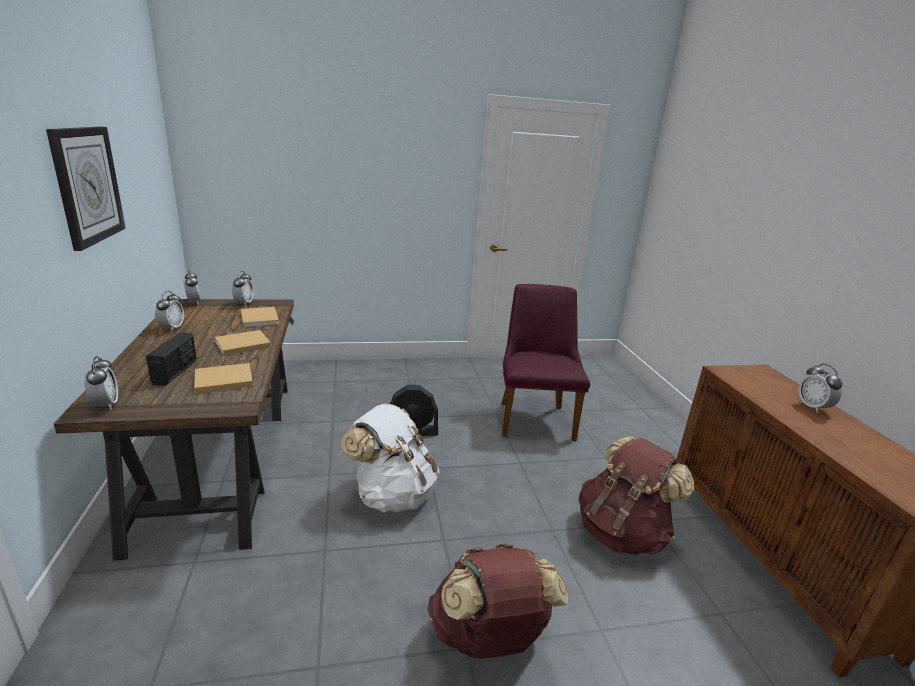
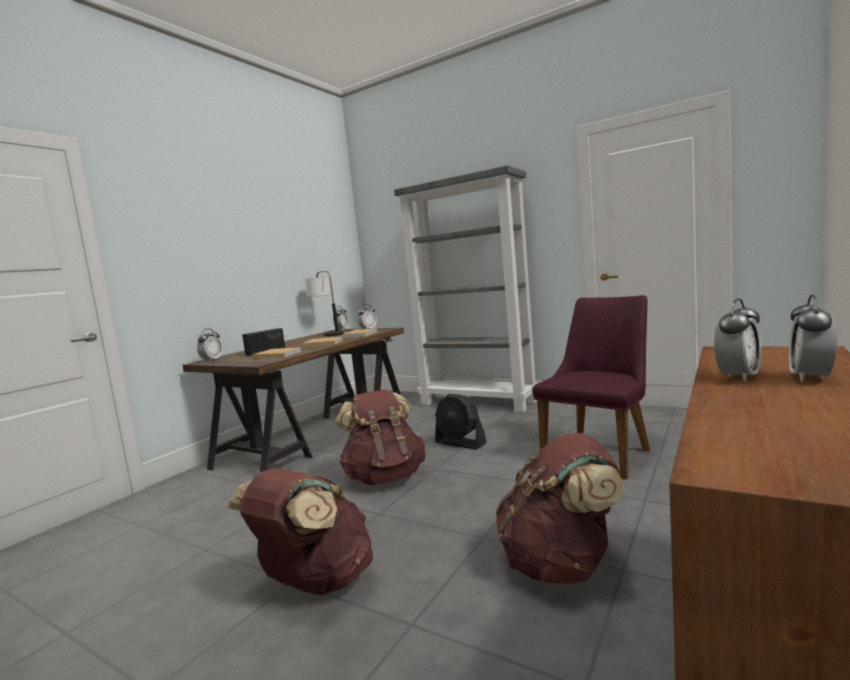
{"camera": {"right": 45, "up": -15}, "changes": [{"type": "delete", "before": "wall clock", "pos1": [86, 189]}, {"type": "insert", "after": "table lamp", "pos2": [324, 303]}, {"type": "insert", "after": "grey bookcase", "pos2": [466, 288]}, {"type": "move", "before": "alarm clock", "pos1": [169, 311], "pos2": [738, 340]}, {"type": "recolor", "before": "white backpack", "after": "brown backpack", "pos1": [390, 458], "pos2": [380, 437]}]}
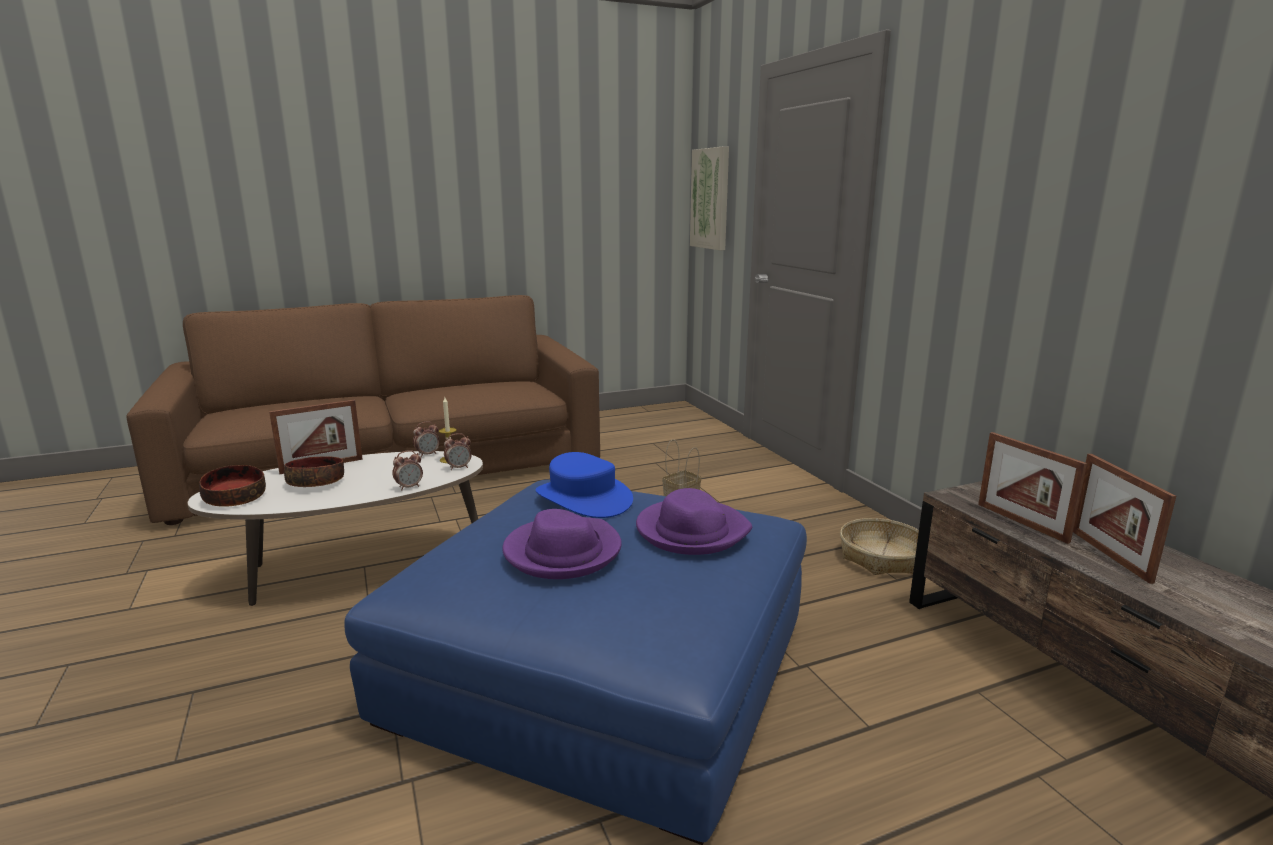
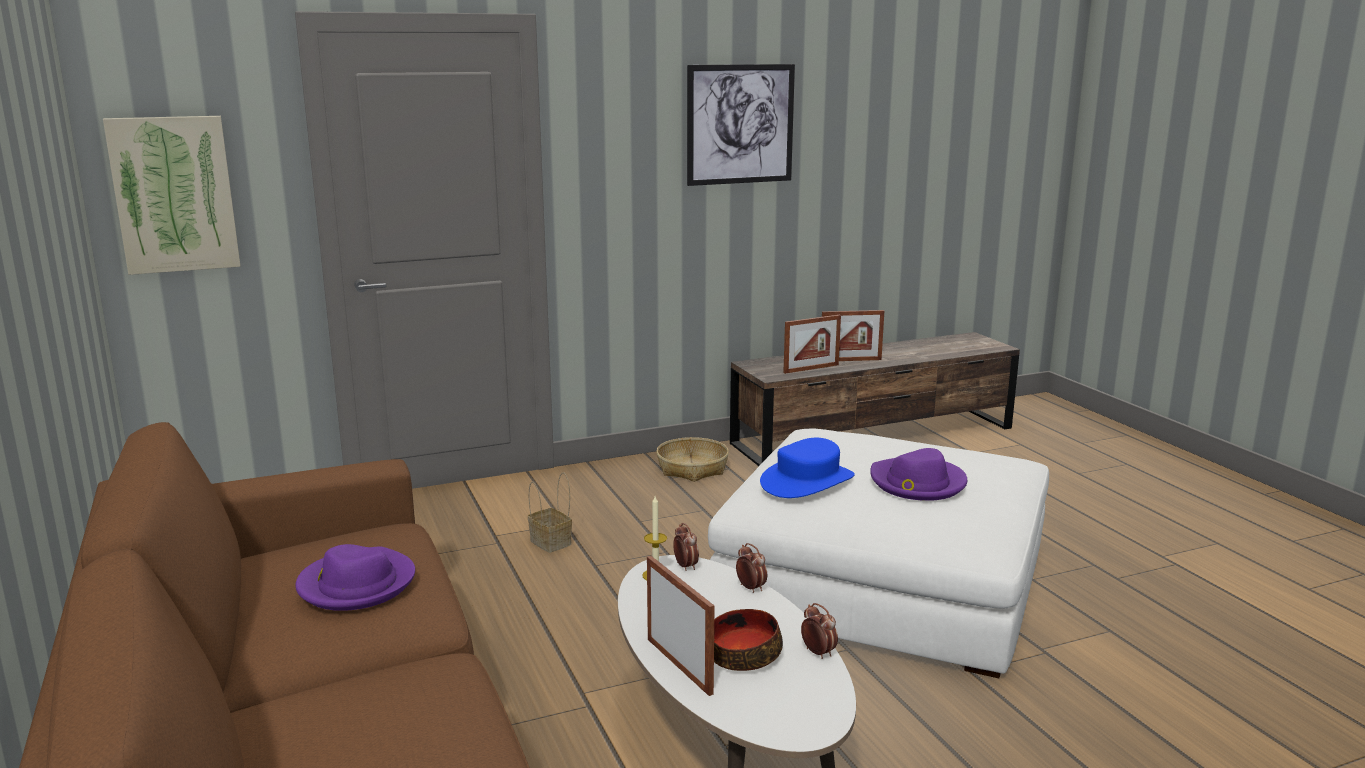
{"camera": {"right": -90, "up": 0}, "changes": [{"type": "delete", "before": "bowl", "pos1": [232, 486]}, {"type": "insert", "after": "picture", "pos2": [741, 125]}, {"type": "move", "before": "alarm clock", "pos1": [426, 439], "pos2": [819, 631]}, {"type": "move", "before": "purple hat", "pos1": [694, 521], "pos2": [355, 577]}, {"type": "recolor", "before": "blue ottoman", "after": "white ottoman", "pos1": [575, 662], "pos2": [878, 553]}]}
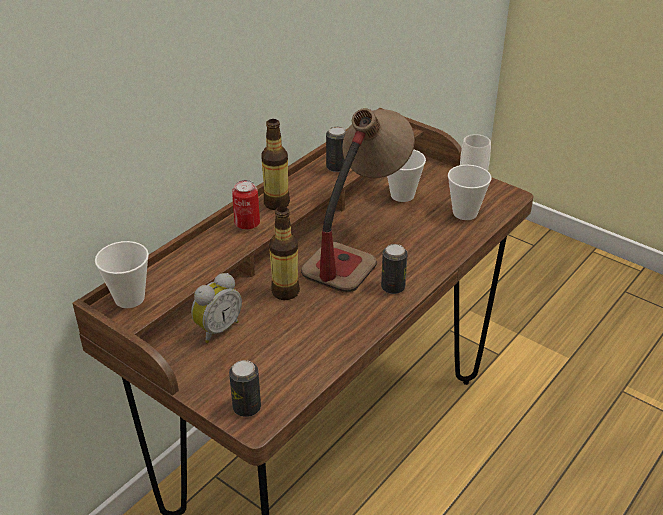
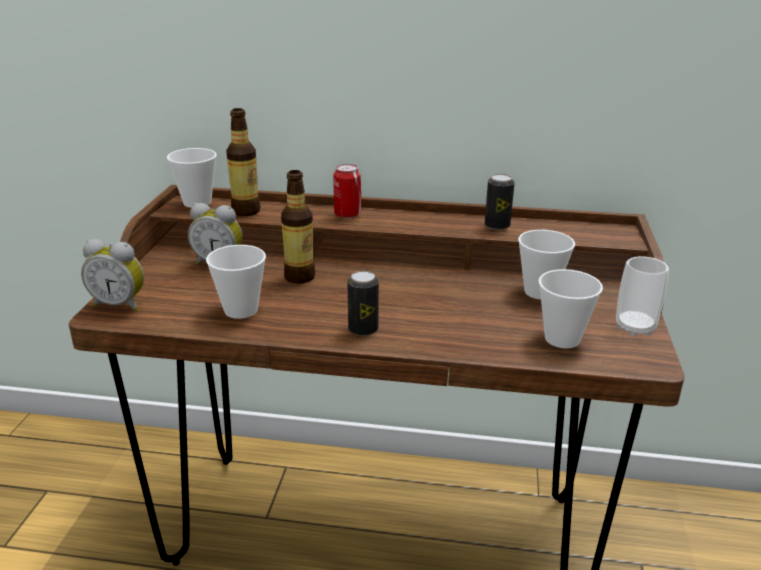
{"camera": {"right": 60, "up": -10}, "changes": [{"type": "delete", "before": "table lamp", "pos1": [358, 200]}, {"type": "insert", "after": "cup", "pos2": [236, 282]}, {"type": "move", "before": "bottle", "pos1": [275, 164], "pos2": [243, 162]}, {"type": "replace", "before": "can", "after": "alarm clock", "pos1": [245, 388], "pos2": [112, 275]}]}
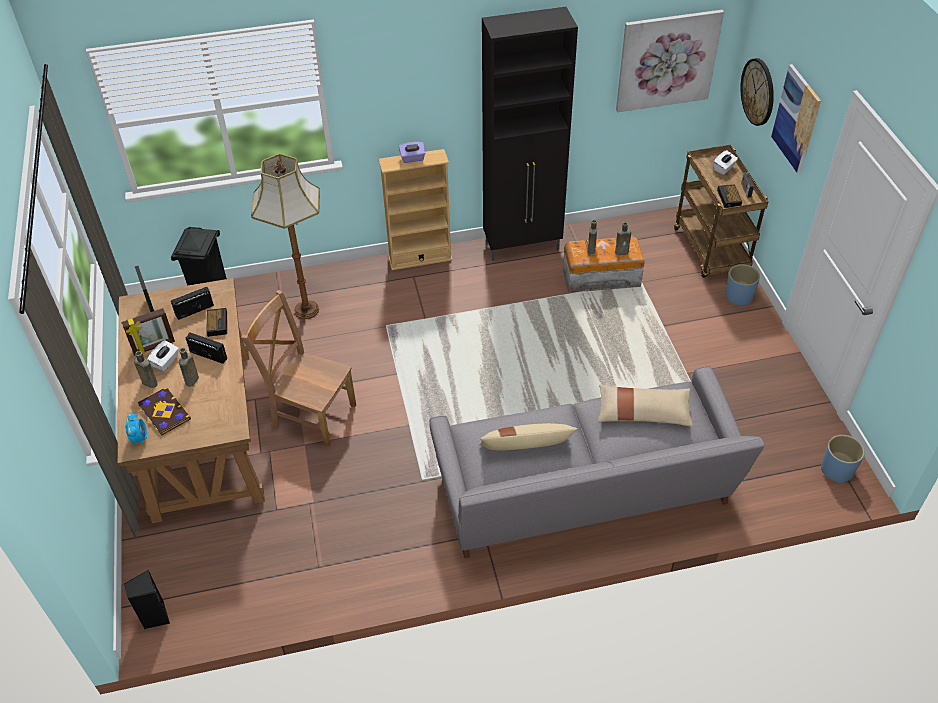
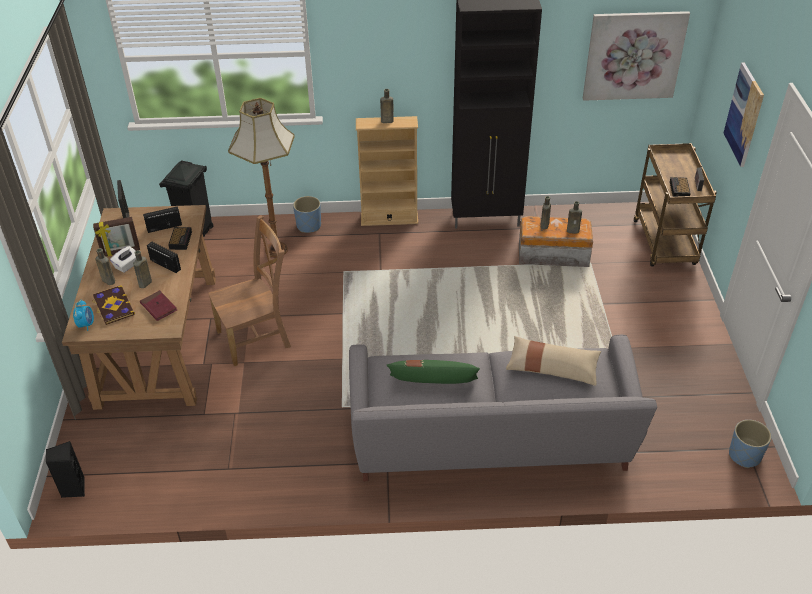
{"camera": {"right": 10, "up": -5}, "changes": [{"type": "delete", "before": "white tissue box", "pos1": [725, 162]}, {"type": "delete", "before": "wall clock", "pos1": [757, 92]}, {"type": "insert", "after": "red book", "pos2": [158, 305]}, {"type": "move", "before": "blue planter", "pos1": [742, 285], "pos2": [307, 214]}, {"type": "replace", "before": "purple tissue box", "after": "brown bottle", "pos1": [412, 152], "pos2": [387, 106]}, {"type": "recolor", "before": "beige pillow", "after": "green pillow", "pos1": [528, 436], "pos2": [433, 372]}, {"type": "rotate", "before": "brown chair", "pos1": [298, 369], "pos2": [249, 290], "turn": 120}]}
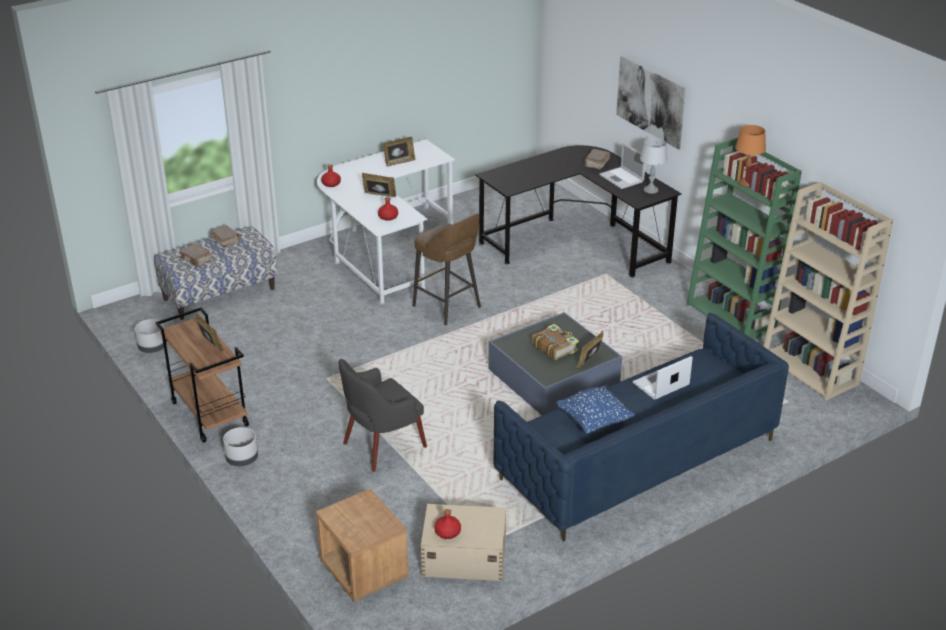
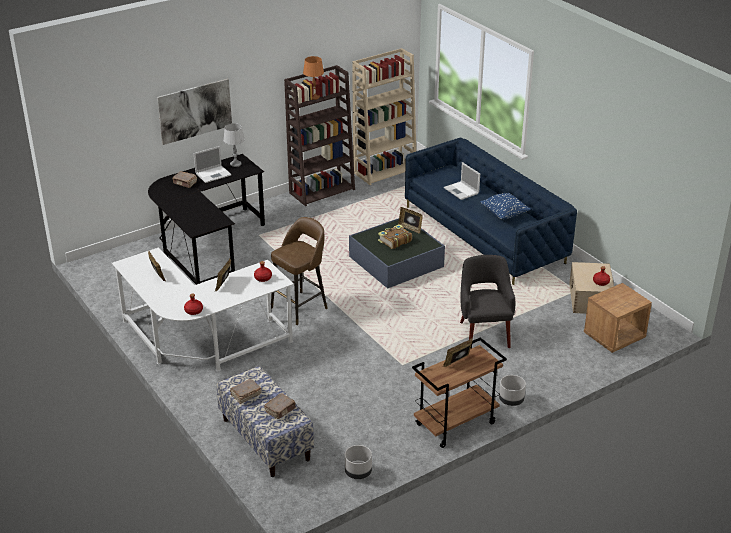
{"camera": {"right": -90, "up": 0}, "changes": [{"type": "recolor", "before": "green bookcase", "after": "brown bookcase", "pos1": [744, 238], "pos2": [319, 135]}, {"type": "rotate", "before": "grey armchair", "pos1": [383, 415], "pos2": [487, 301], "turn": -150}]}
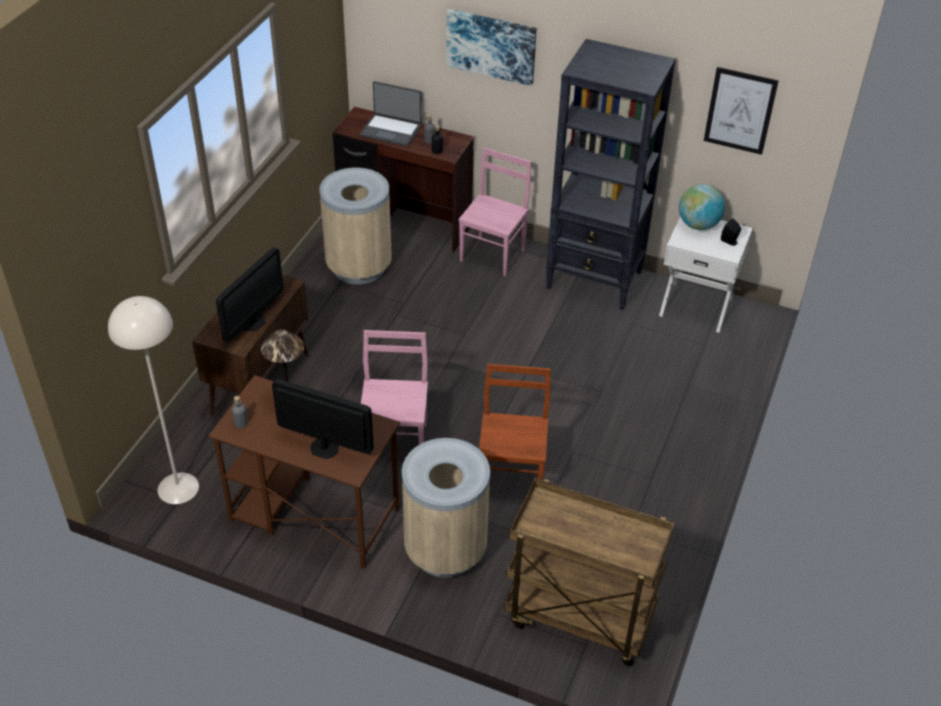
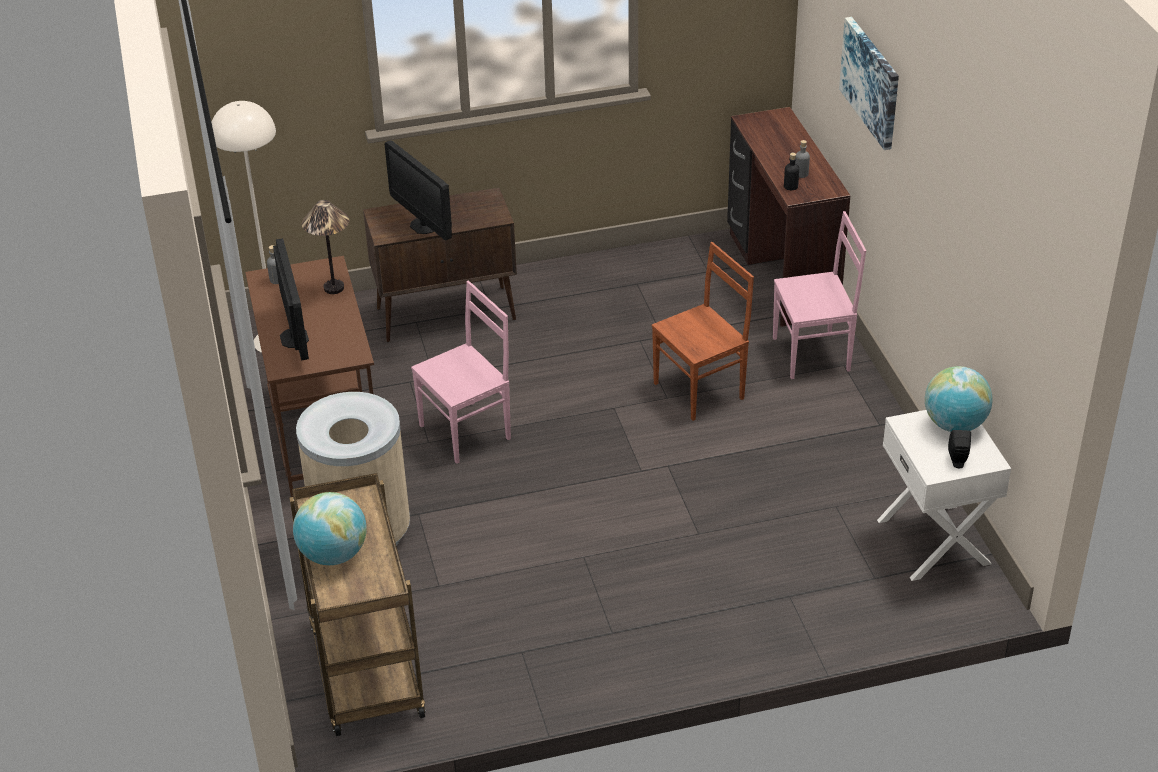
{"camera": {"right": 55, "up": -5}, "changes": [{"type": "delete", "before": "beige trash can", "pos1": [355, 226]}, {"type": "delete", "before": "laptop", "pos1": [391, 114]}, {"type": "delete", "before": "black bookcase", "pos1": [611, 174]}, {"type": "delete", "before": "picture", "pos1": [741, 111]}, {"type": "insert", "after": "globe", "pos2": [330, 528]}, {"type": "move", "before": "brown chair", "pos1": [515, 422], "pos2": [703, 331]}, {"type": "rotate", "before": "monitor", "pos1": [250, 294], "pos2": [418, 190], "turn": 60}]}
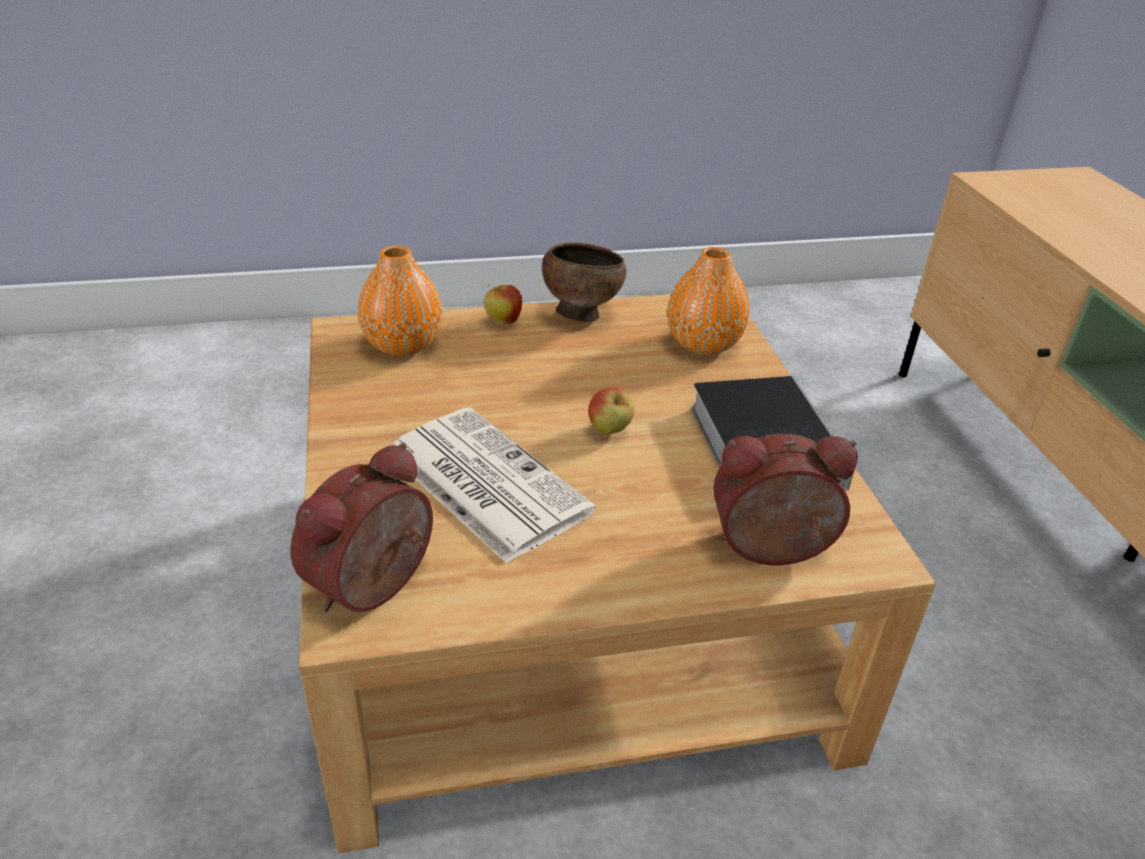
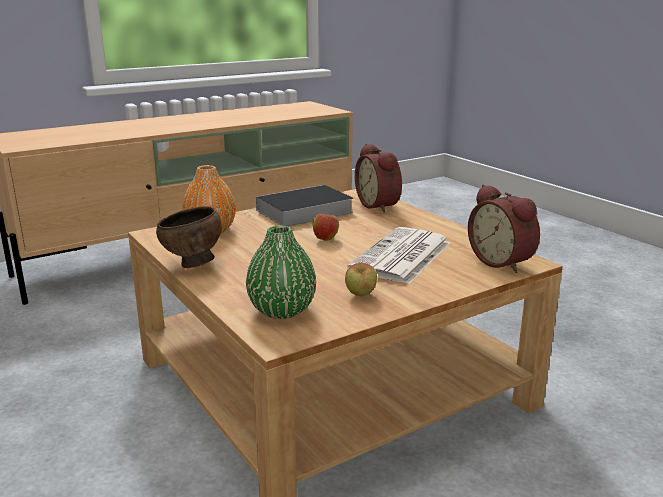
{"camera": {"right": -110, "up": -15}, "changes": [{"type": "move", "before": "apple", "pos1": [503, 304], "pos2": [361, 279]}, {"type": "recolor", "before": "orange vase", "after": "green vase", "pos1": [399, 300], "pos2": [281, 272]}, {"type": "rotate", "before": "alarm clock", "pos1": [362, 527], "pos2": [504, 228], "turn": 45}]}
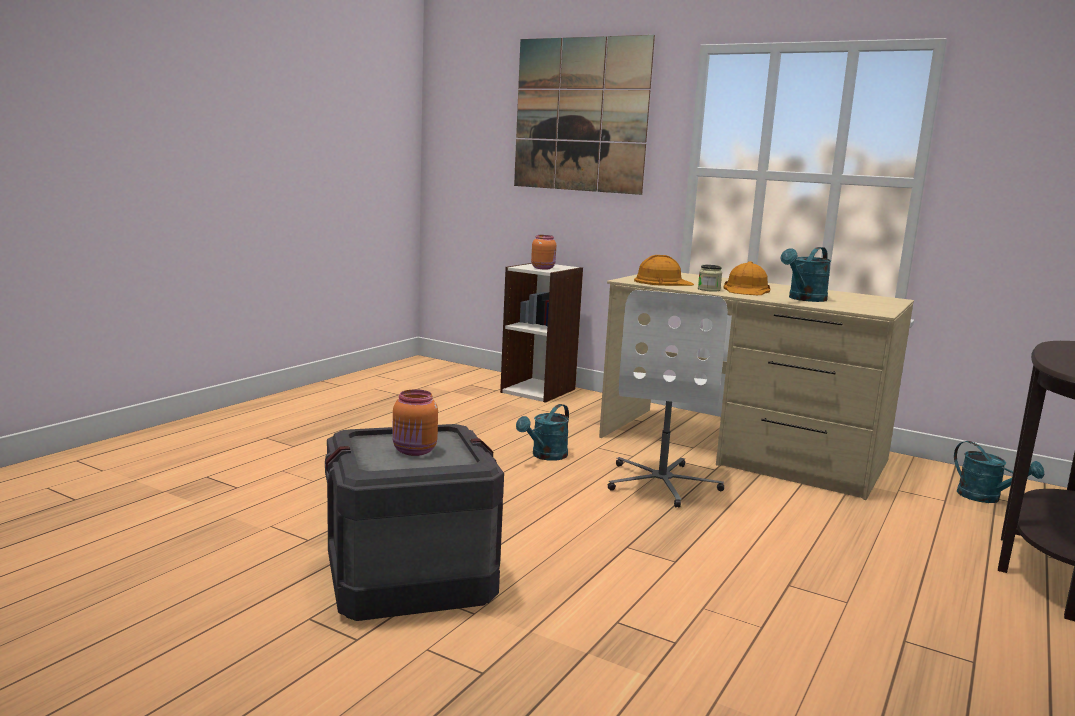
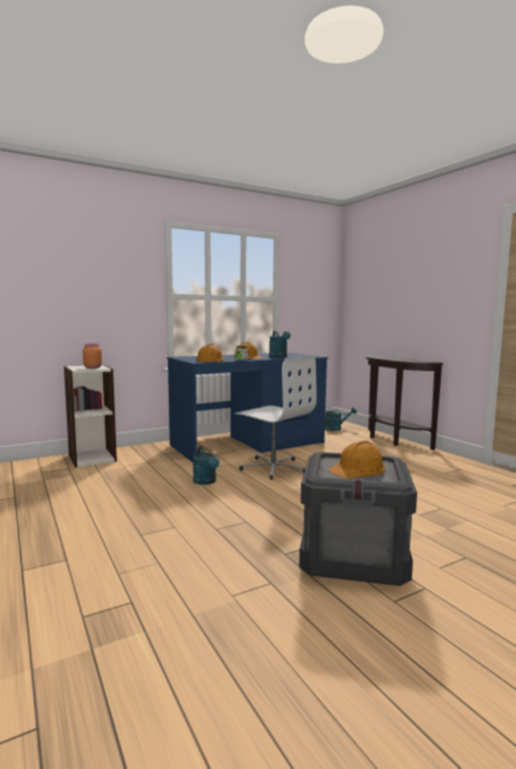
{"camera": {"right": -60, "up": -5}, "changes": [{"type": "delete", "before": "picture", "pos1": [584, 115]}, {"type": "replace", "before": "orange jar", "after": "orange hard hat", "pos1": [415, 422], "pos2": [356, 459]}, {"type": "recolor", "before": "beige desk", "after": "blue desk", "pos1": [756, 386], "pos2": [247, 407]}]}
